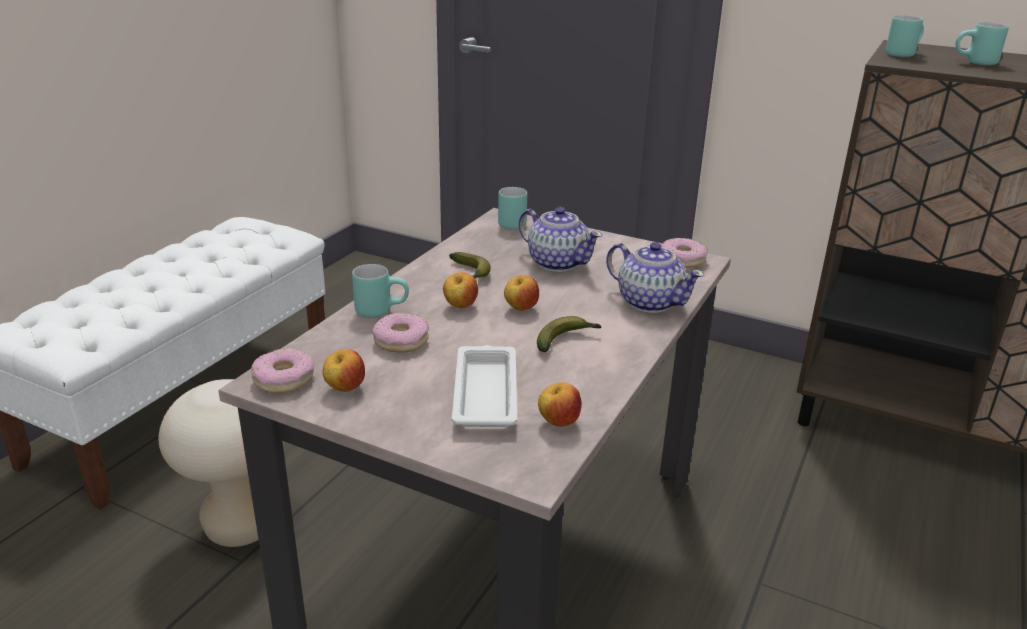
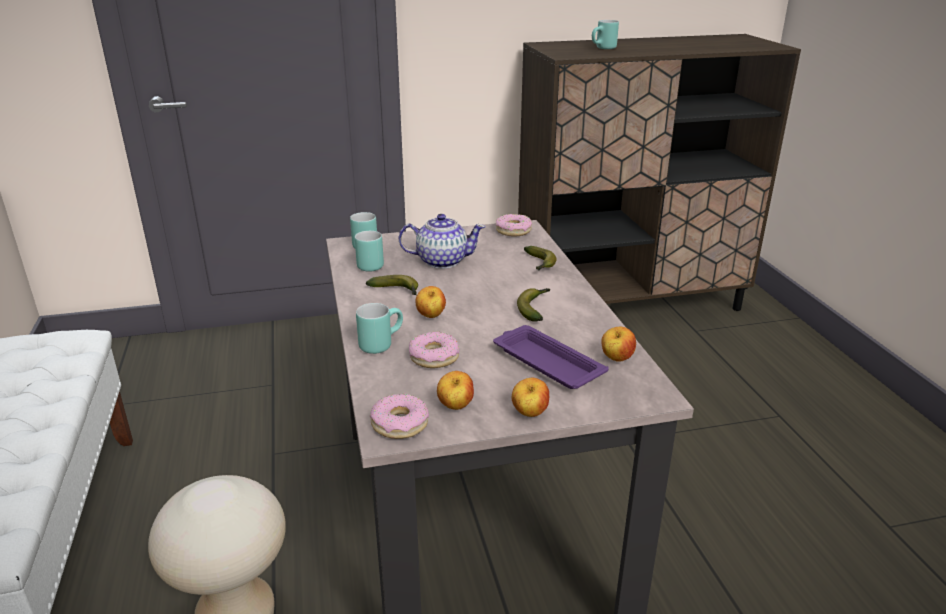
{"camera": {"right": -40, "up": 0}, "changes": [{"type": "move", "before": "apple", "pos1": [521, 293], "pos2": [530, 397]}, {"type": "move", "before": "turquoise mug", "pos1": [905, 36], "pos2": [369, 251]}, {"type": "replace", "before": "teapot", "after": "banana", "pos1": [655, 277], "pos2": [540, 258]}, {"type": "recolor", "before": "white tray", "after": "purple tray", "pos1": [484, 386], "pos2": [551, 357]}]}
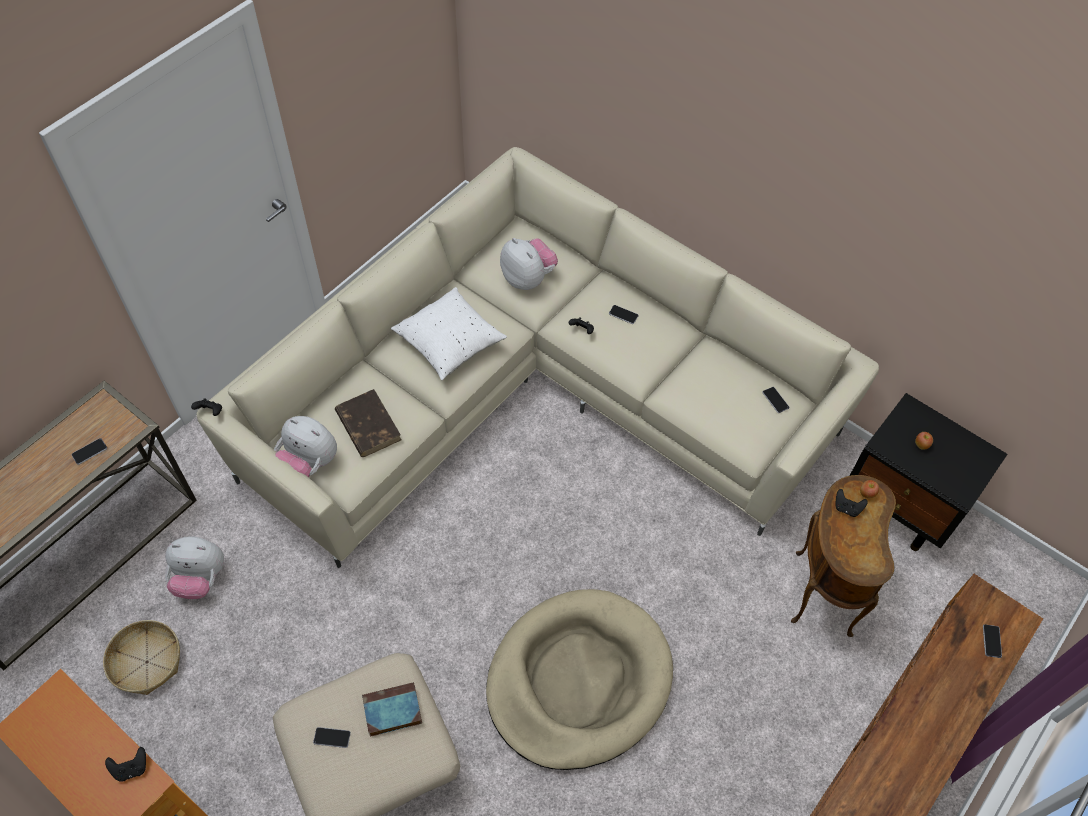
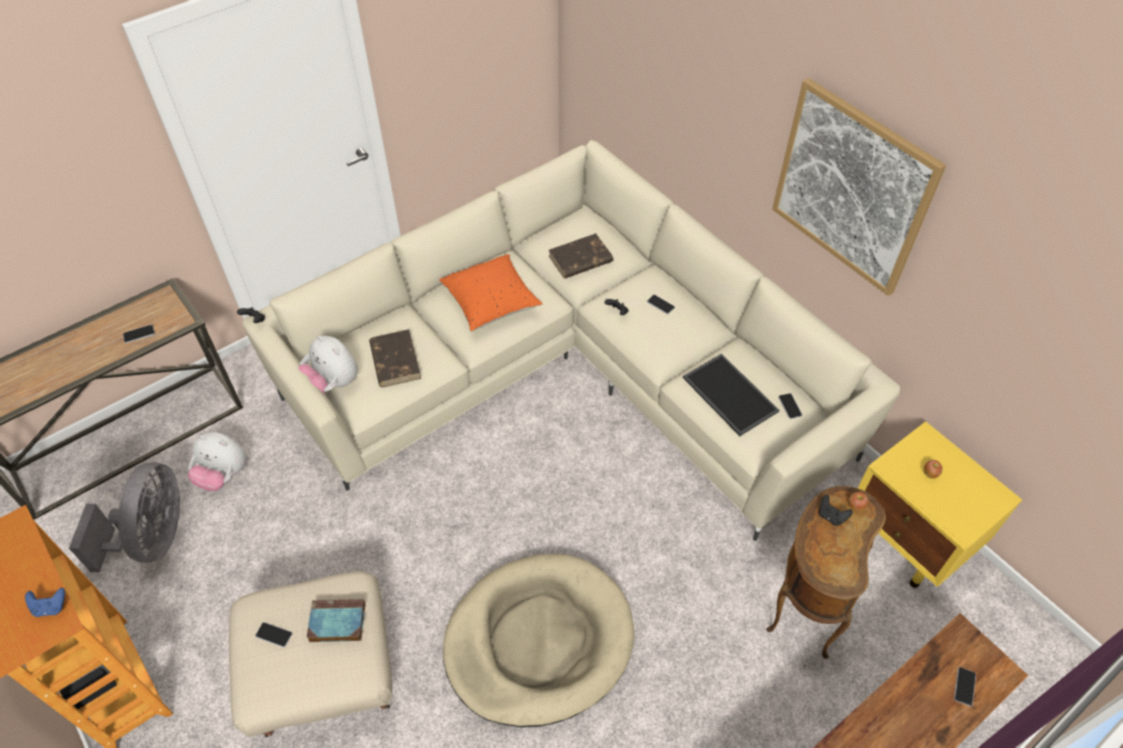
{"camera": {"right": 15, "up": -5}, "changes": [{"type": "insert", "after": "tray", "pos2": [731, 395]}, {"type": "insert", "after": "picture", "pos2": [859, 187]}, {"type": "replace", "before": "basket", "after": "grey fan", "pos1": [141, 657], "pos2": [124, 517]}, {"type": "replace", "before": "plush toy", "after": "brown book", "pos1": [529, 264], "pos2": [581, 256]}, {"type": "recolor", "before": "black game controller", "after": "blue game controller", "pos1": [125, 764], "pos2": [45, 602]}, {"type": "recolor", "before": "white pillow", "after": "orange pillow", "pos1": [449, 333], "pos2": [490, 292]}, {"type": "recolor", "before": "black nightstand", "after": "yellow nightstand", "pos1": [929, 472], "pos2": [940, 504]}]}
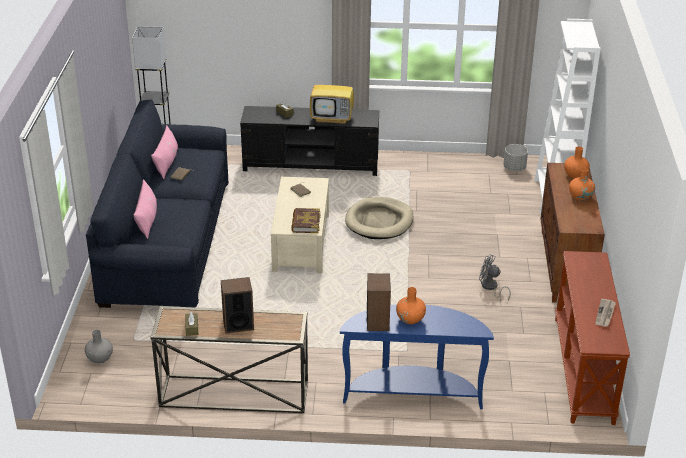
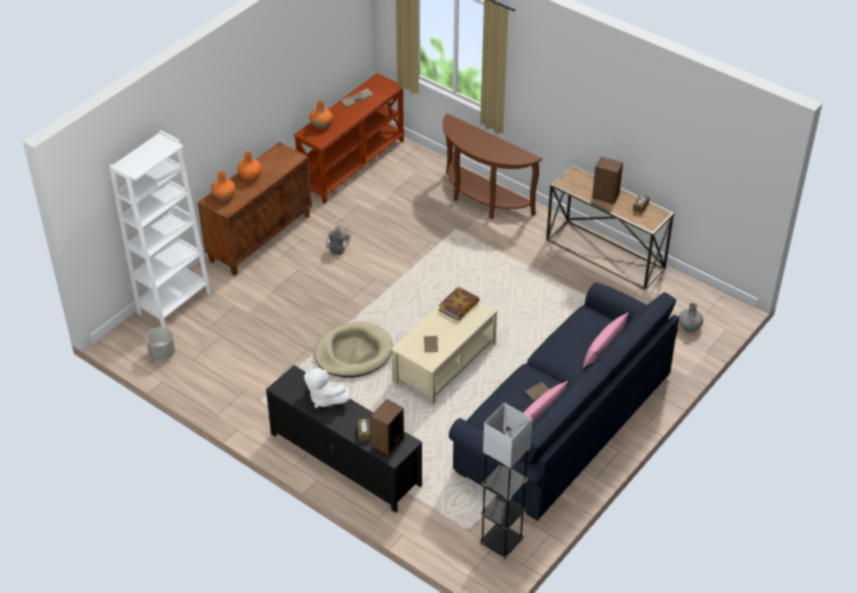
{"camera": {"right": -145, "up": 10}, "changes": [{"type": "move", "before": "speaker", "pos1": [379, 302], "pos2": [387, 427]}, {"type": "move", "before": "orange vase", "pos1": [411, 305], "pos2": [321, 114]}, {"type": "replace", "before": "television", "after": "white plush toy", "pos1": [332, 97], "pos2": [327, 387]}, {"type": "recolor", "before": "blue console table", "after": "brown console table", "pos1": [417, 356], "pos2": [492, 166]}]}
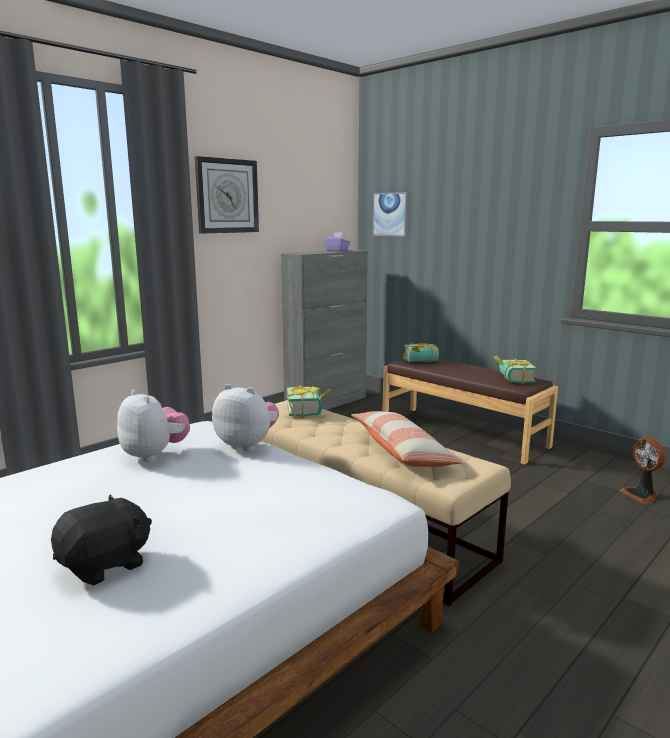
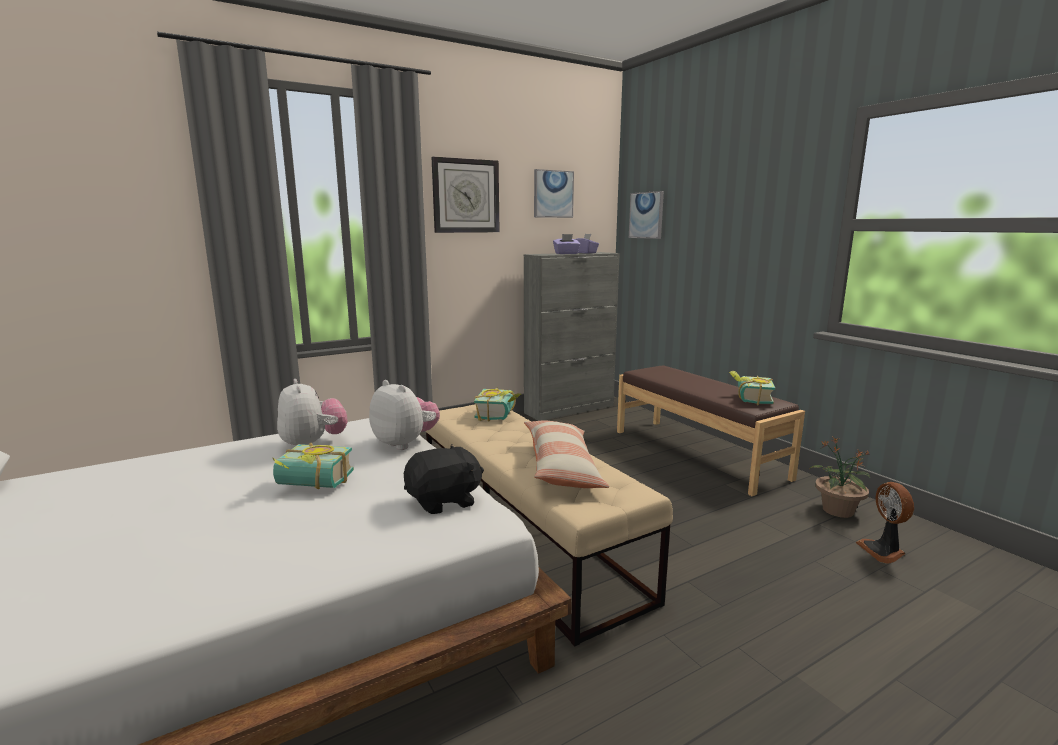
{"camera": {"right": 15, "up": 0}, "changes": [{"type": "insert", "after": "picture", "pos2": [554, 193]}, {"type": "insert", "after": "purple tissue box", "pos2": [567, 244]}, {"type": "insert", "after": "potted plant", "pos2": [840, 478]}, {"type": "move", "before": "black plush toy", "pos1": [101, 539], "pos2": [444, 479]}, {"type": "move", "before": "book", "pos1": [421, 352], "pos2": [313, 466]}]}
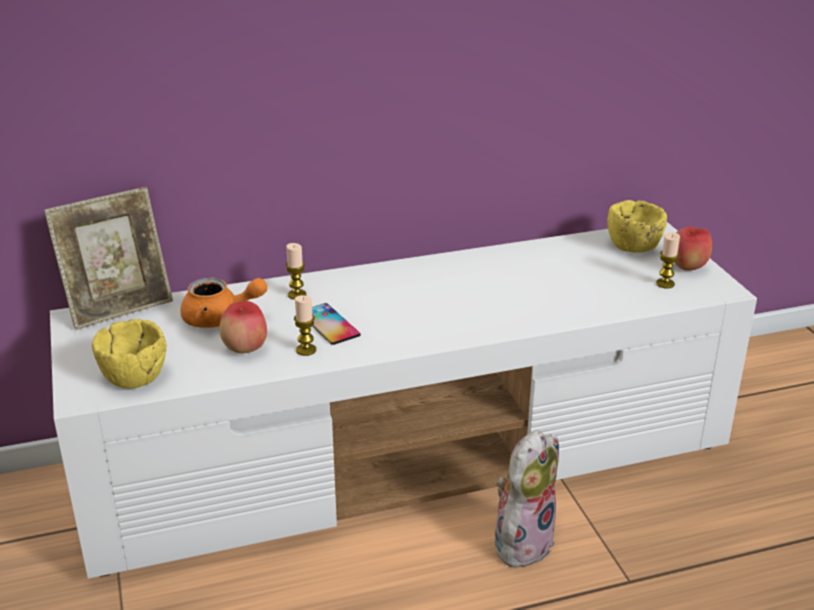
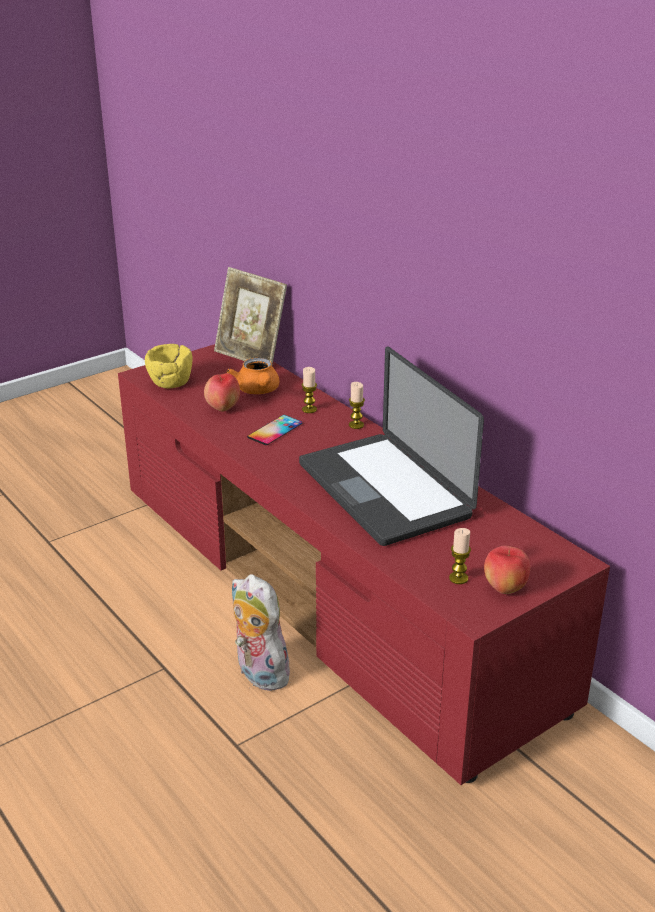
{"camera": {"right": 70, "up": 0}, "changes": [{"type": "delete", "before": "yellow bowl", "pos1": [637, 226]}, {"type": "insert", "after": "laptop", "pos2": [391, 446]}, {"type": "move", "before": "candle", "pos1": [305, 325], "pos2": [357, 405]}, {"type": "recolor", "before": "white tv stand", "after": "red tv stand", "pos1": [403, 400], "pos2": [364, 564]}, {"type": "rotate", "before": "plush toy", "pos1": [527, 501], "pos2": [262, 632], "turn": -150}]}
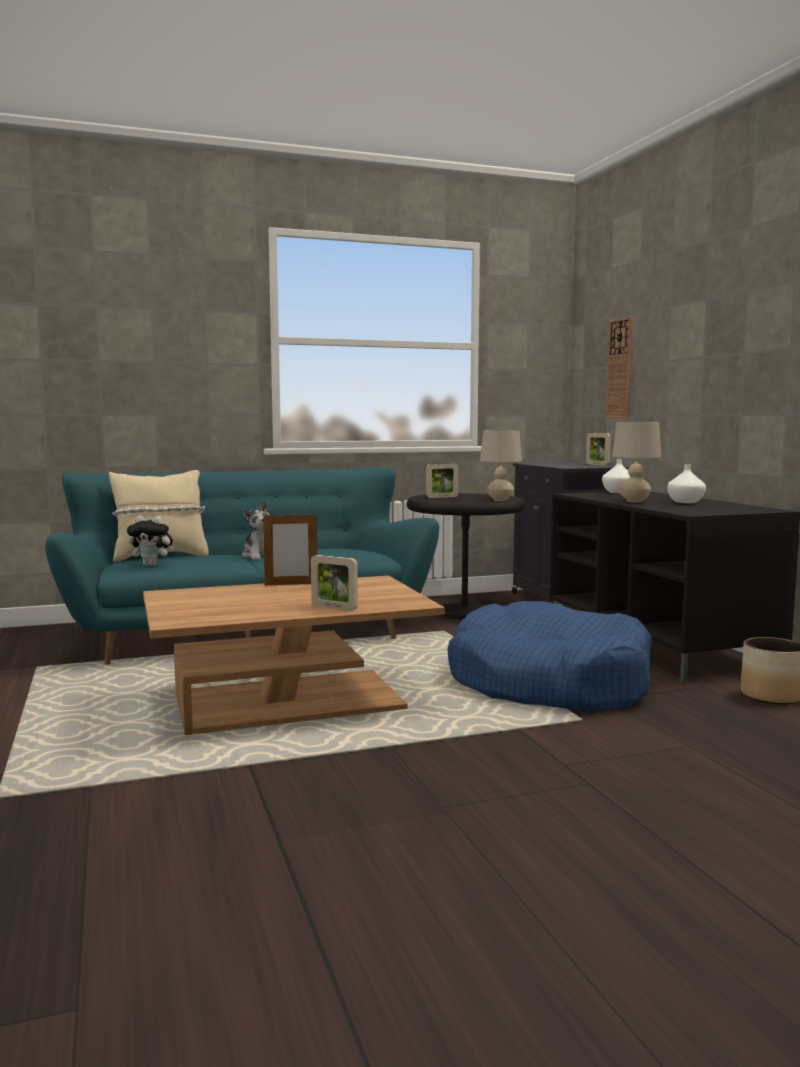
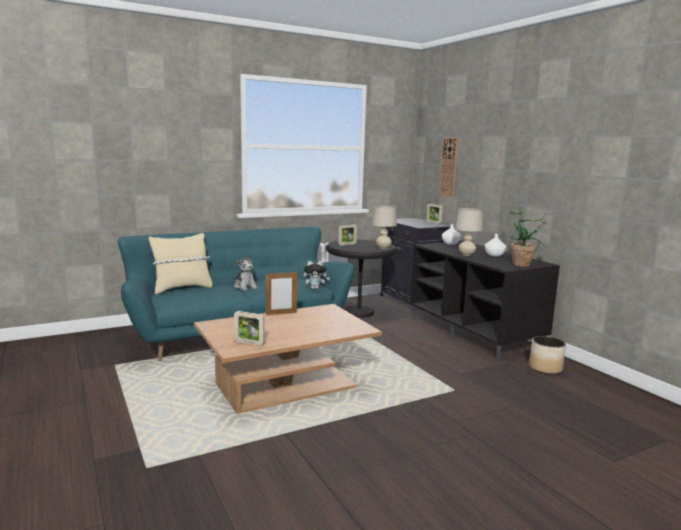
{"camera": {"right": -10, "up": 5}, "changes": [{"type": "delete", "before": "blue dog bed", "pos1": [549, 657]}, {"type": "insert", "after": "potted plant", "pos2": [528, 234]}, {"type": "move", "before": "plush toy", "pos1": [151, 540], "pos2": [316, 275]}, {"type": "move", "before": "picture frame", "pos1": [334, 583], "pos2": [249, 328]}]}
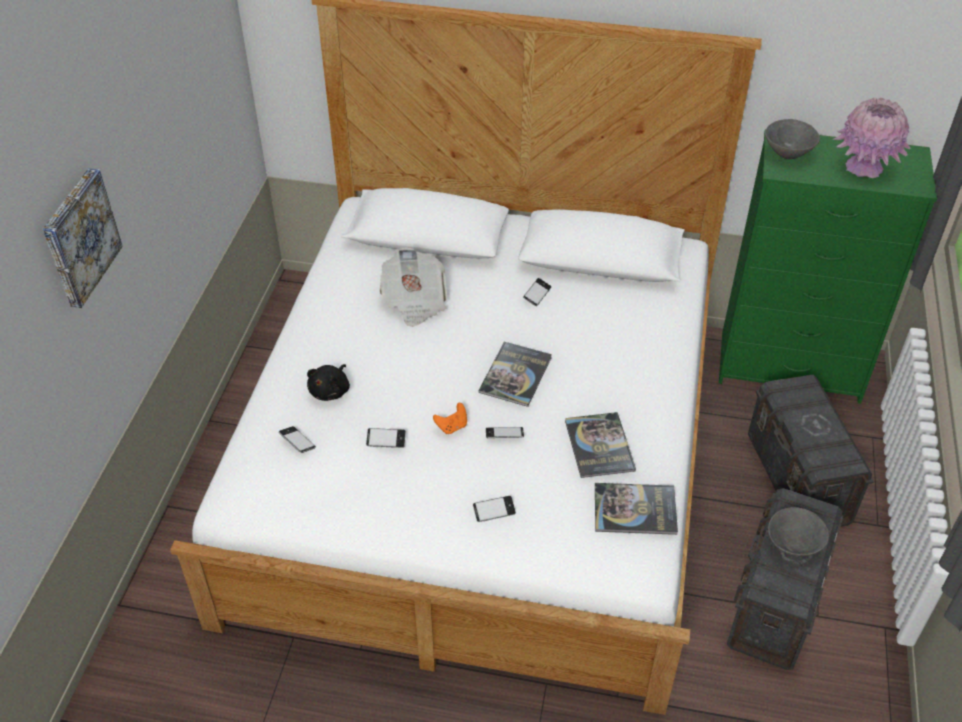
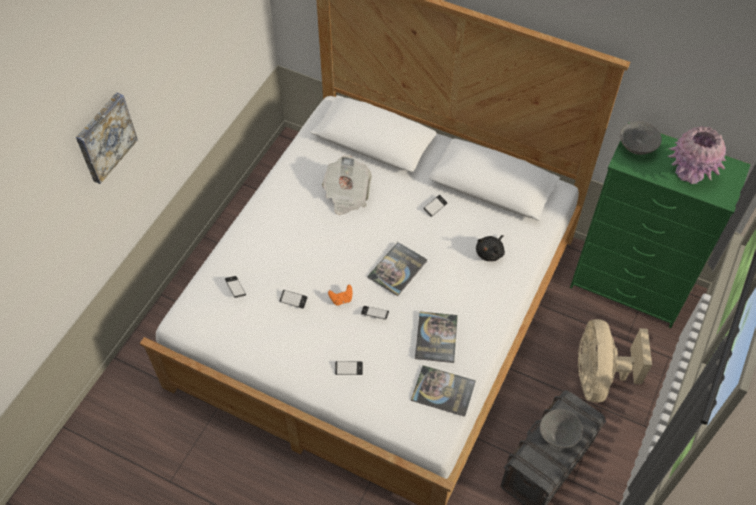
{"camera": {"right": 15, "up": 10}, "changes": [{"type": "move", "before": "black plush toy", "pos1": [328, 382], "pos2": [490, 248]}, {"type": "replace", "before": "grey storage box", "after": "beige fan", "pos1": [811, 451], "pos2": [615, 361]}]}
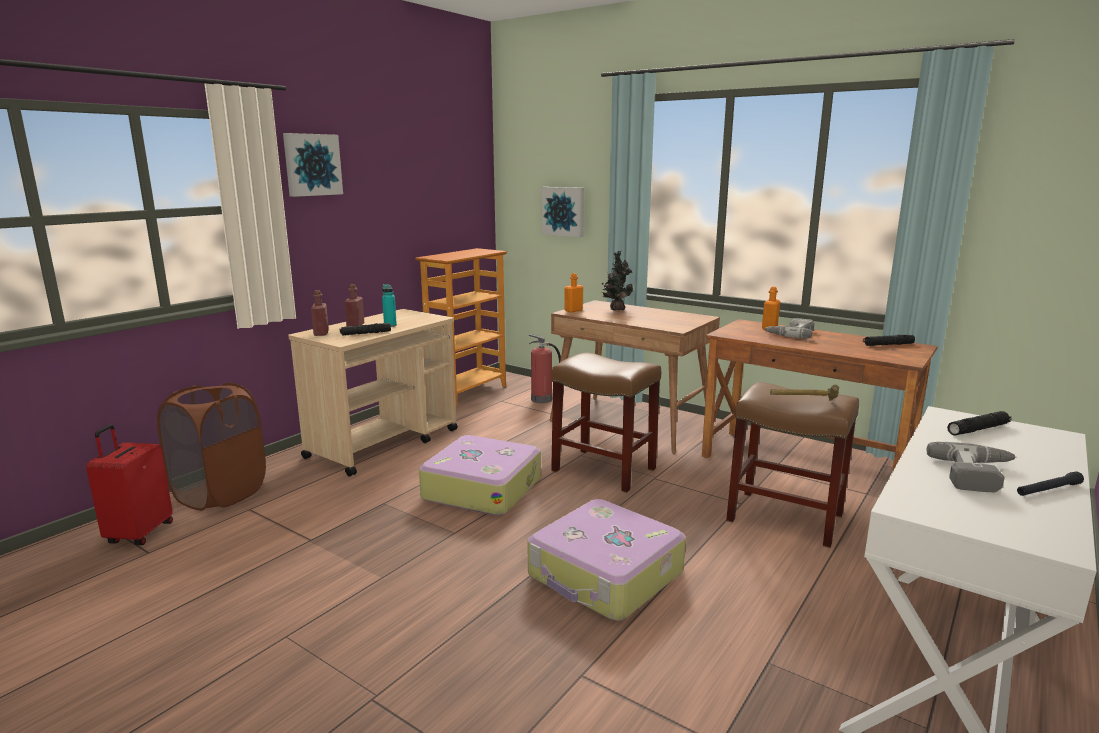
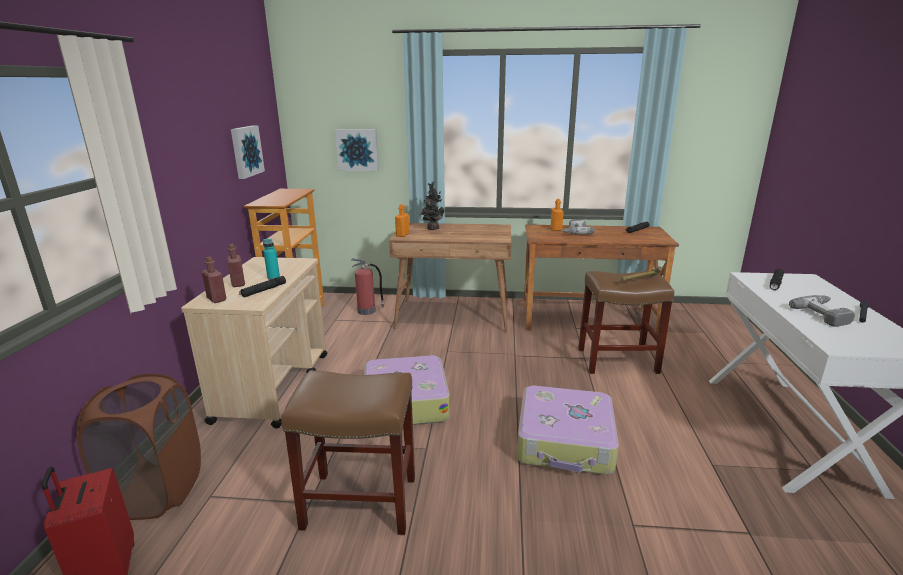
{"camera": {"right": -30, "up": 5}, "changes": [{"type": "move", "before": "picture", "pos1": [313, 165], "pos2": [248, 152]}, {"type": "move", "before": "brown stool", "pos1": [606, 423], "pos2": [348, 452]}]}
